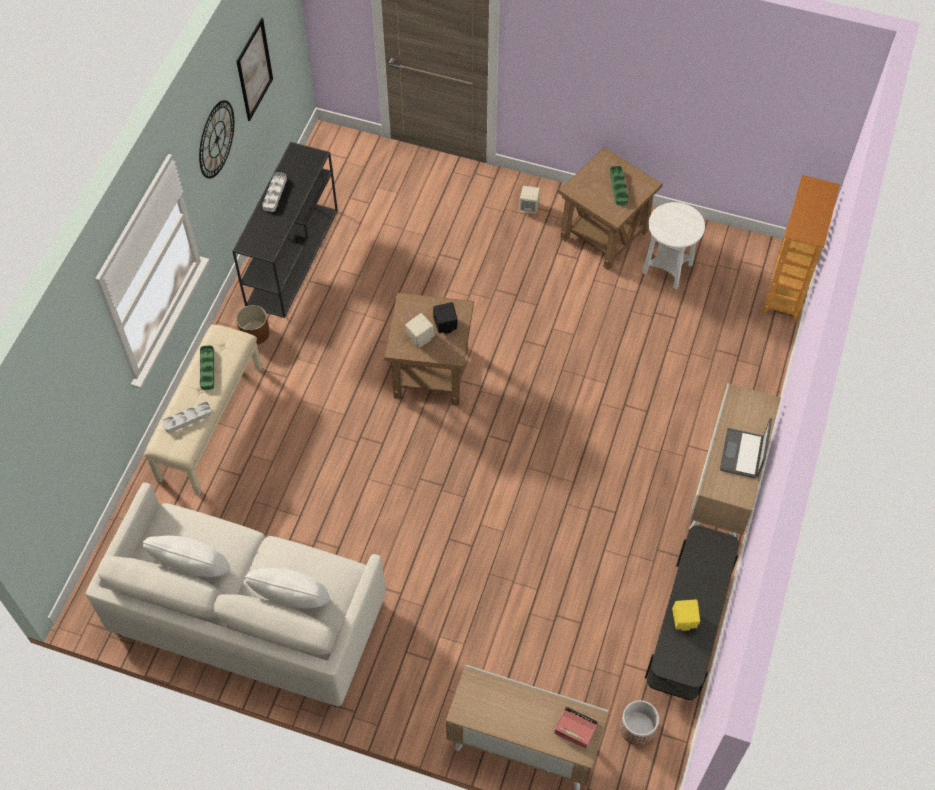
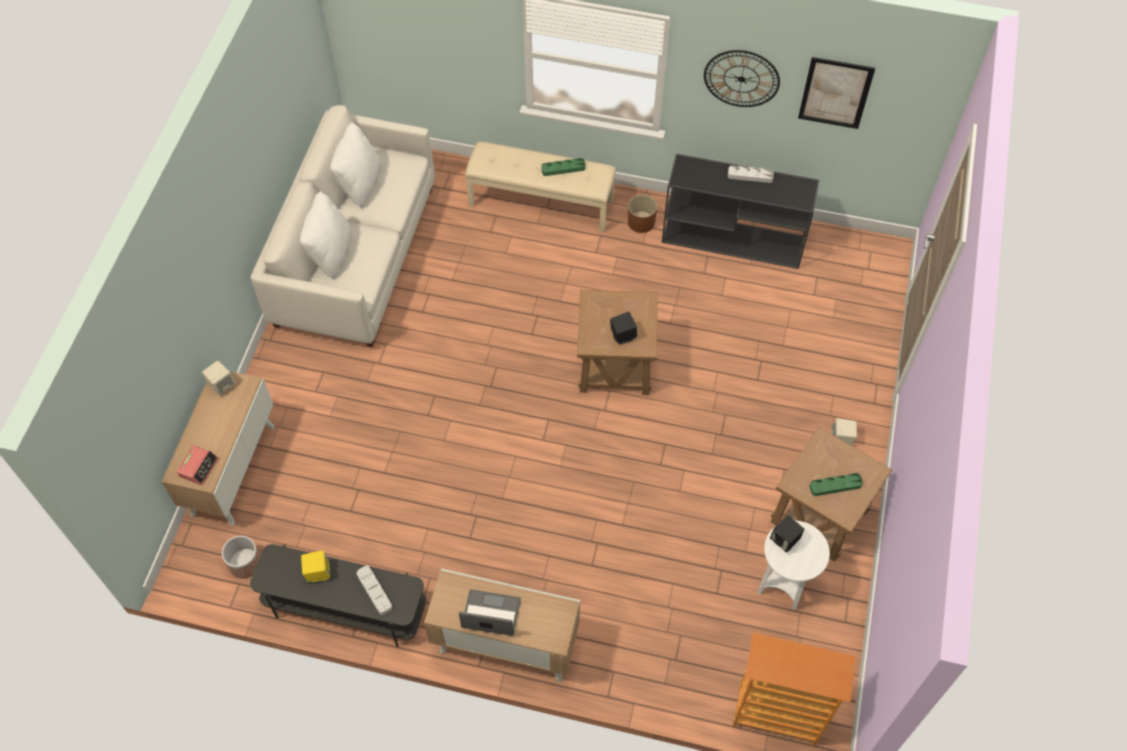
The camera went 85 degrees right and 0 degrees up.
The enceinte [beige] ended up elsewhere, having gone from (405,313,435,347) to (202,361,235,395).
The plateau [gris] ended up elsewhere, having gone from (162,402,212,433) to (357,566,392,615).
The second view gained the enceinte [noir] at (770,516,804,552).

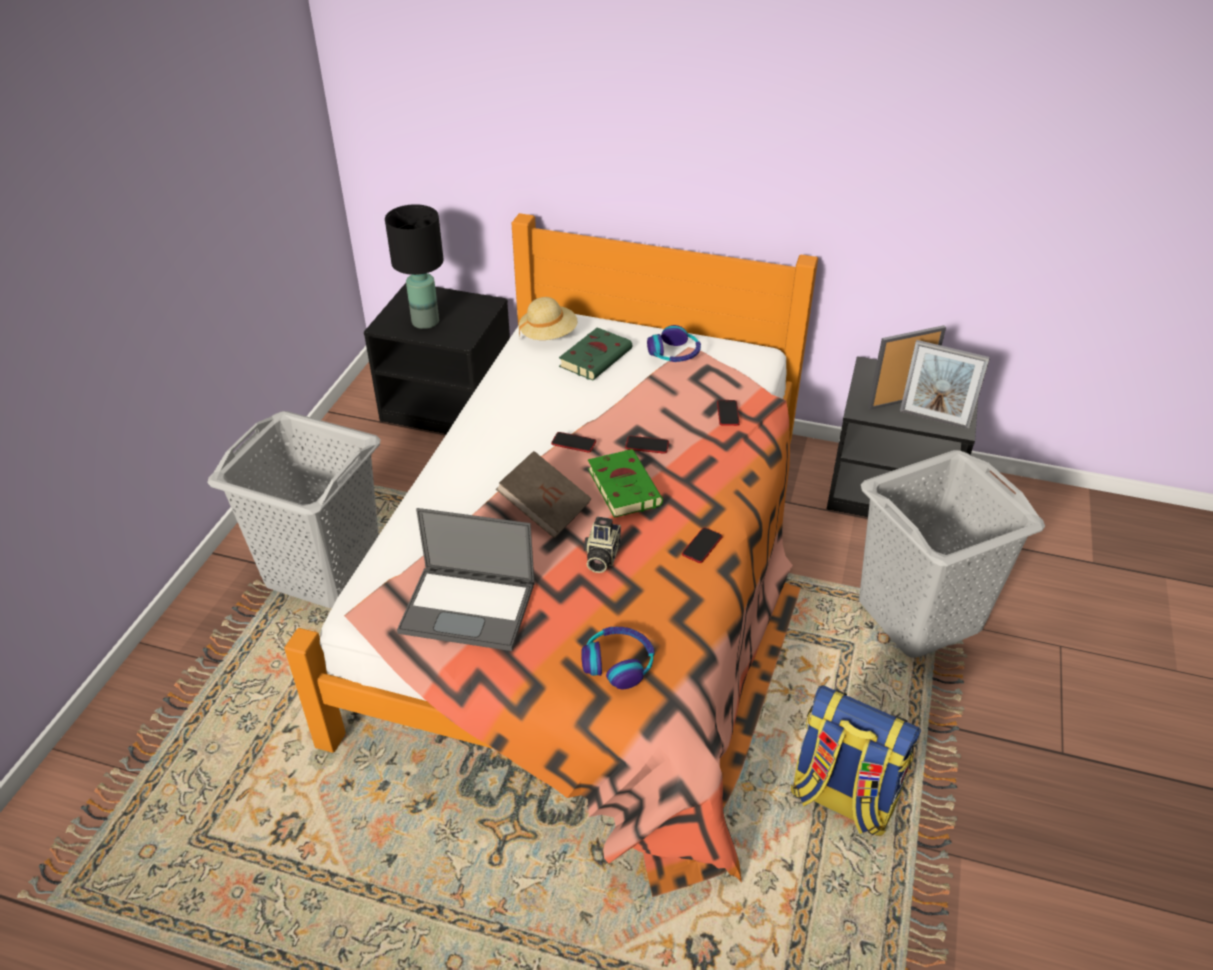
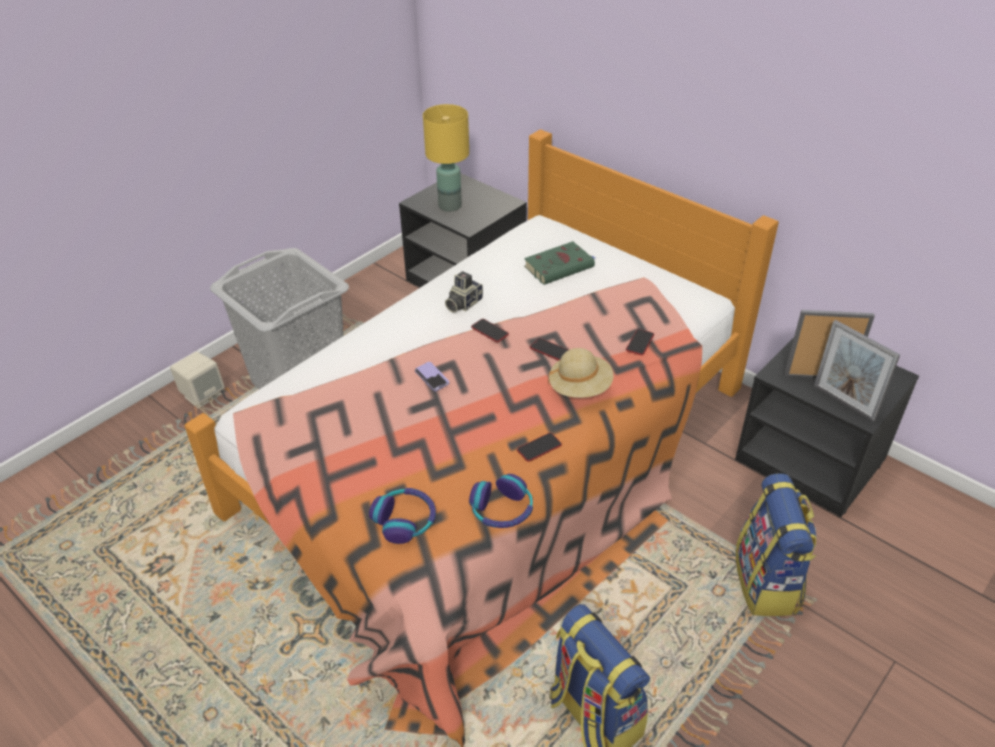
The camera went 25 degrees right and 0 degrees up.
The second view gained the enceinte [beige] at (170,352,225,409).
Where the livre [marron] stood at (496,451,591,538), the téléphone came to stand at (415,362,449,391).
What was the lampe de table [noir] at (385,204,443,329) turned into the lampe de table [jaune] at (423,104,469,212).
The appareil photo ended up elsewhere, having gone from (583,516,621,573) to (445,272,483,313).
The casque audio ended up elsewhere, having gone from (647,325,701,362) to (469,474,533,528).
The chapeau [beige] ended up elsewhere, having gone from (519,297,578,340) to (548,348,614,398).
Where the panier à linge [gris] stood at (859,450,1045,658), the sac à dos came to stand at (736,473,816,616).
The second view lost the ordinateur portable at (397,508,534,651).
The second view lost the livre [vert] at (588,449,663,518).

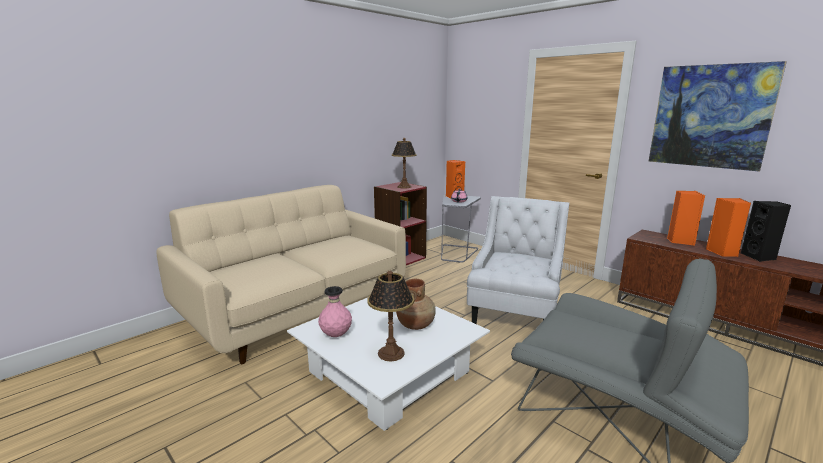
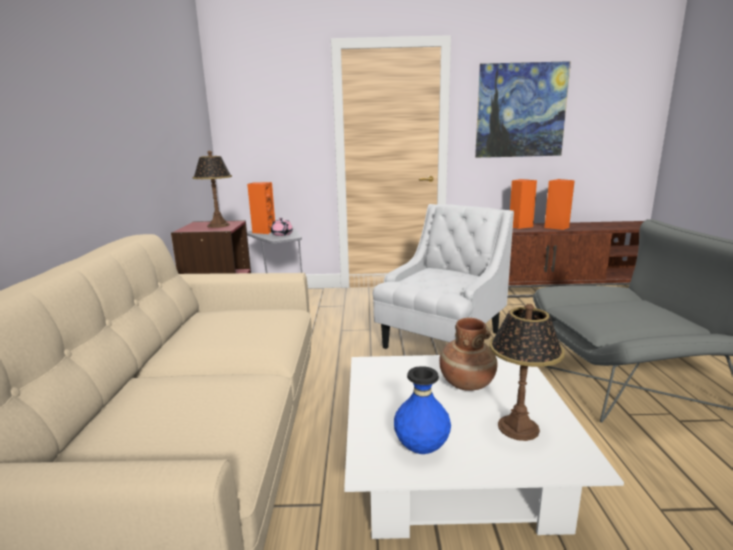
The camera went 45 degrees left and 0 degrees up.
The fauteuil [blanc] at (467,196,569,324) ended up facing another way, 60 degrees clockwise from before.
What was the vase [rose] at (318,286,352,337) turned into the vase [bleu] at (394,366,451,454).
The second view lost the enceinte [noir] at (740,201,791,262).

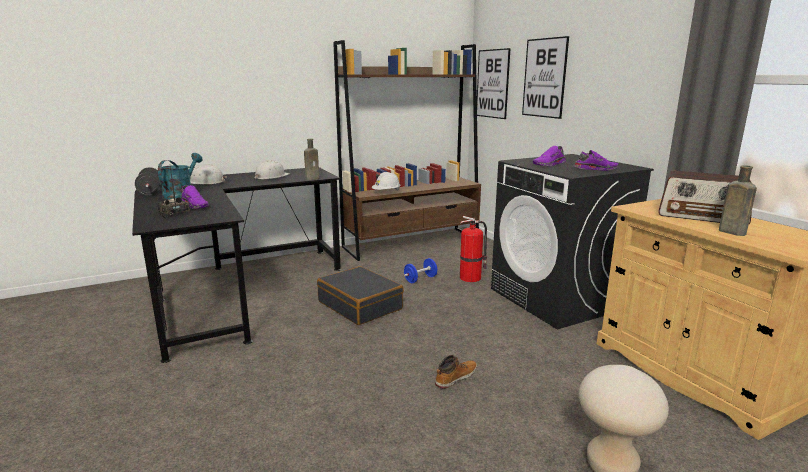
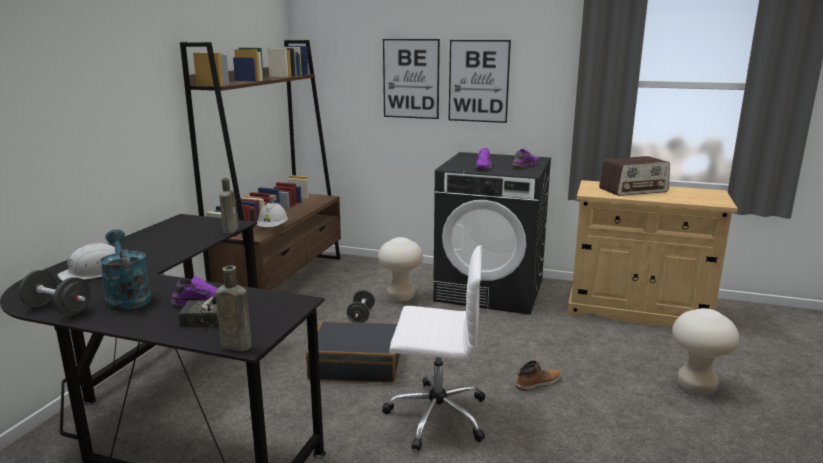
The camera went 45 degrees left and 0 degrees up.
The bouteille [marron] ended up elsewhere, having gone from (719,165,757,236) to (216,266,252,351).
What was the haltère [bleu] at (404,258,437,283) turned into the haltère [noir] at (347,290,375,323).
Where the extincteur stood at (460,216,487,282), the tabouret [beige] came to stand at (378,237,423,302).
The second view gained the chaise de bureau [blanc] at (382,245,485,451).
The tableau ended up elsewhere, having gone from (477,48,511,119) to (449,40,511,123).
The botte at (435,355,477,389) ended up facing another way, 60 degrees clockwise from before.
The second view lost the casque de chantier [blanc] at (254,160,290,180).

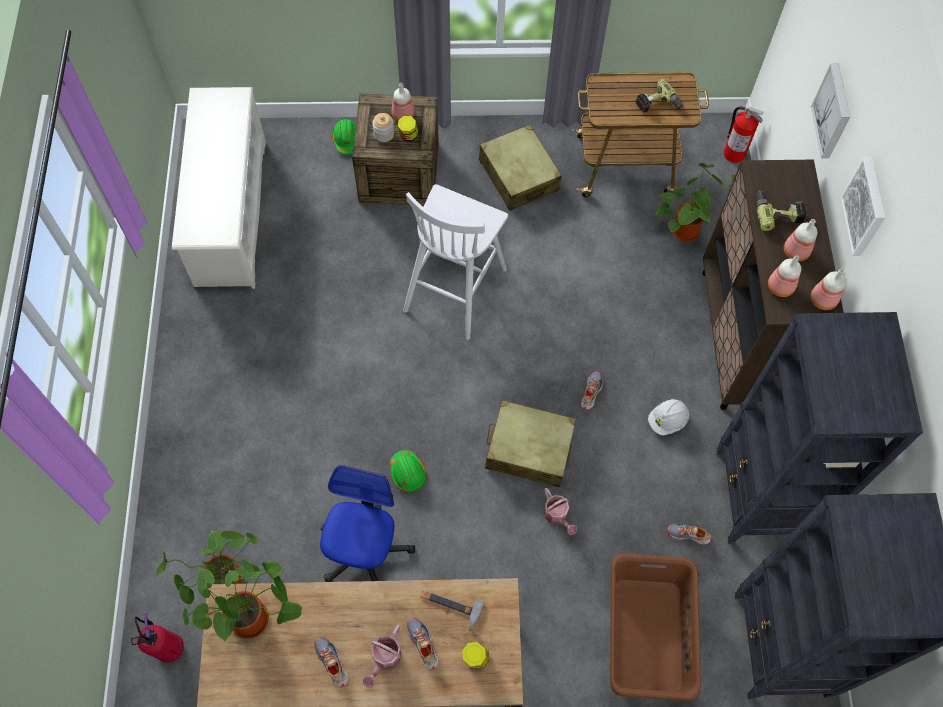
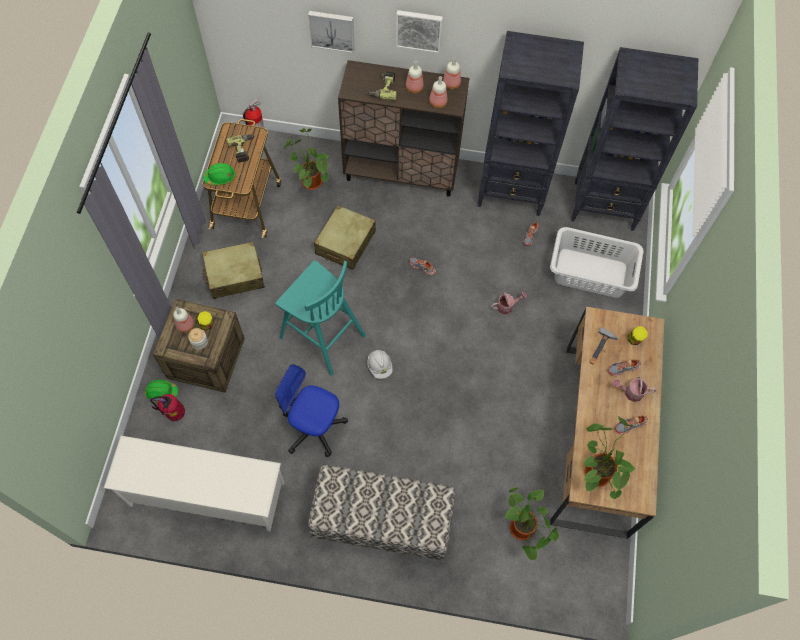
The camera went 80 degrees left and 0 degrees up.
The extincteur ended up elsewhere, having gone from (131,612,184,663) to (149,394,185,421).
The casque de chantier [vert] ended up elsewhere, having gone from (390,450,426,492) to (203,163,236,185).
What was the tabouret [blanc] at (403,184,508,340) turned into the tabouret [turquoise] at (275,260,366,376).
The chaise de bureau ended up elsewhere, having gone from (320,465,415,582) to (275,364,348,457).
The second view gained the banc at (308,465,455,561).
The valise [beige] ended up elsewhere, having gone from (485,400,576,487) to (314,205,376,270).
The casque de chantier [blanc] ended up elsewhere, having gone from (648,399,689,435) to (367,350,393,379).
What was the panier à linge [marron] at (610,554,701,701) turned into the panier à linge [blanc] at (550,227,643,298).
The arrosoir at (363,625,402,688) ended up facing another way, 150 degrees clockwise from before.

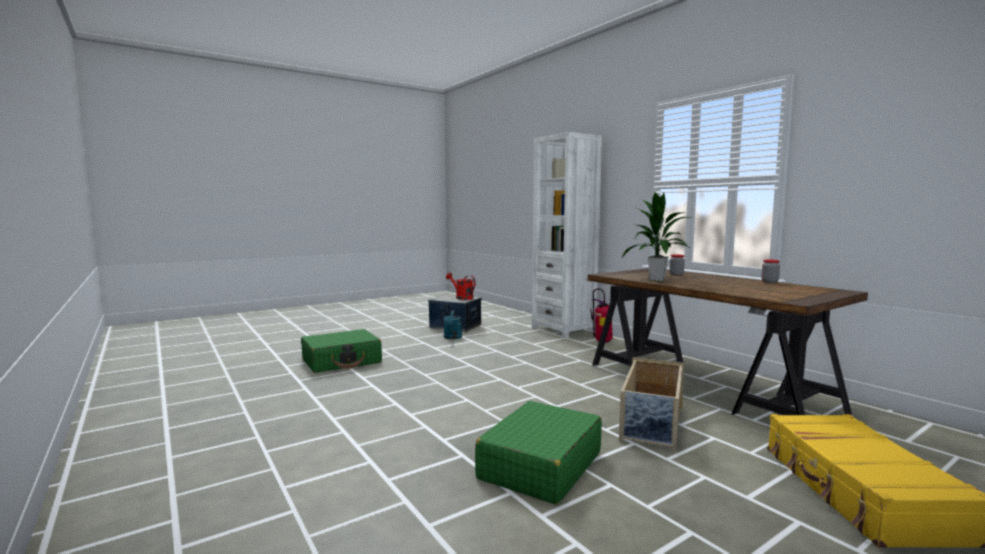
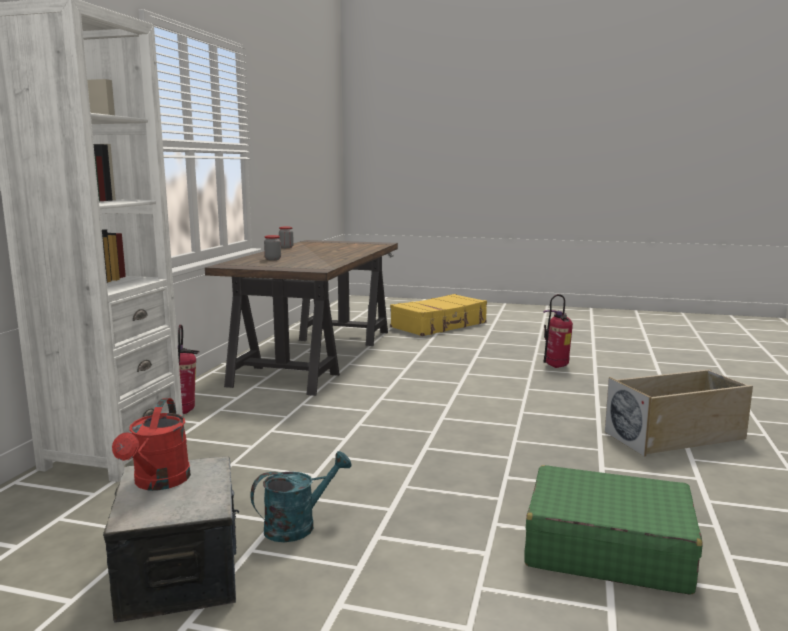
The camera went 130 degrees left and 5 degrees up.
Where the valise [vert] stood at (475,401,602,504), the extincteur came to stand at (543,294,573,368).
The boîte de rangement [beige] ended up elsewhere, having gone from (619,357,684,451) to (605,369,753,457).
The second view lost the plante en pot at (621,192,694,281).

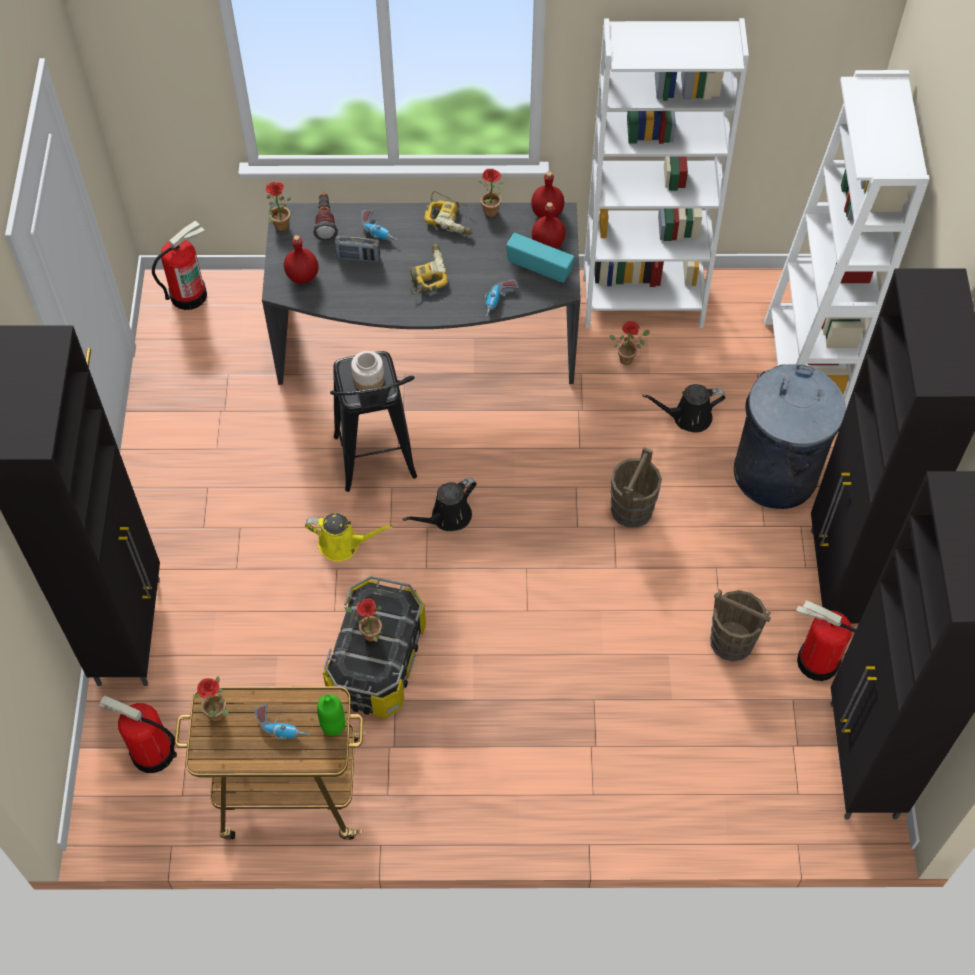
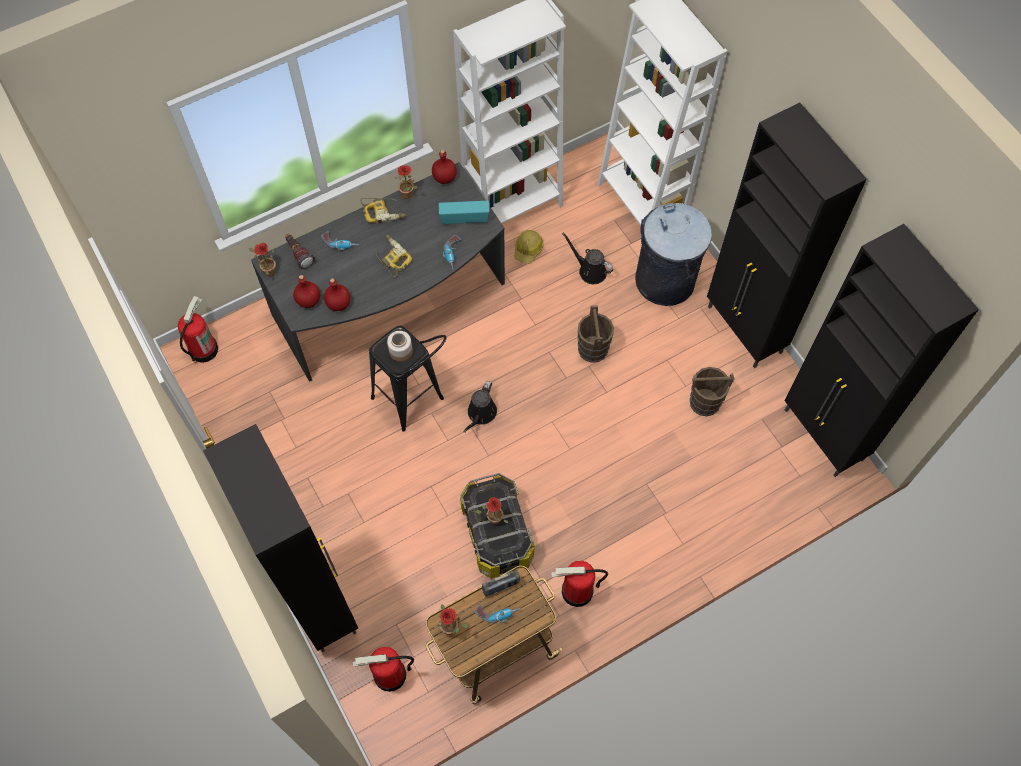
The camera went 30 degrees left and 5 degrees up.
The bouteille [rouge] ended up elsewhere, having gone from (532,202,565,249) to (324,278,350,311).
The radio ended up elsewhere, having gone from (335,236,380,262) to (482,570,520,597).
Where the plante en pot stood at (610,321,650,365), the casque de chantier came to stand at (514,230,544,264).
The extincteur ended up elsewhere, having gone from (796,600,856,681) to (551,561,608,607).
The arrosoir [noir] at (643,384,726,433) ended up facing another way, 75 degrees clockwise from before.
The second view lost the arrosoir [jaune] at (305,513,393,562).
The second view lost the bouteille [vert] at (317,695,345,736).

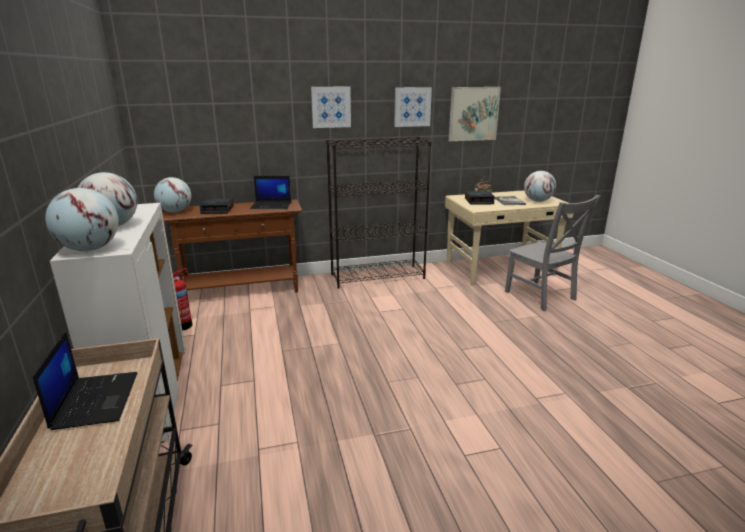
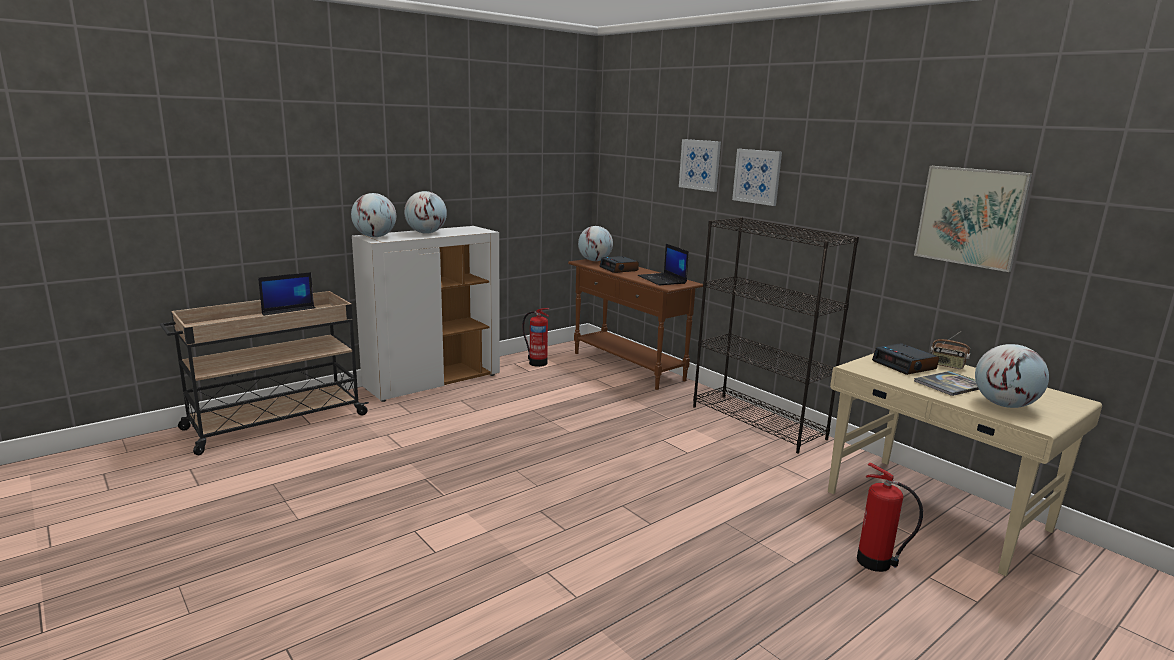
The camera went 65 degrees right and 5 degrees down.
The tableau ended up elsewhere, having gone from (394,87,432,127) to (679,139,721,192).
Where the chaise [gris] stood at (505,195,601,311), the extincteur came to stand at (857,463,923,572).

